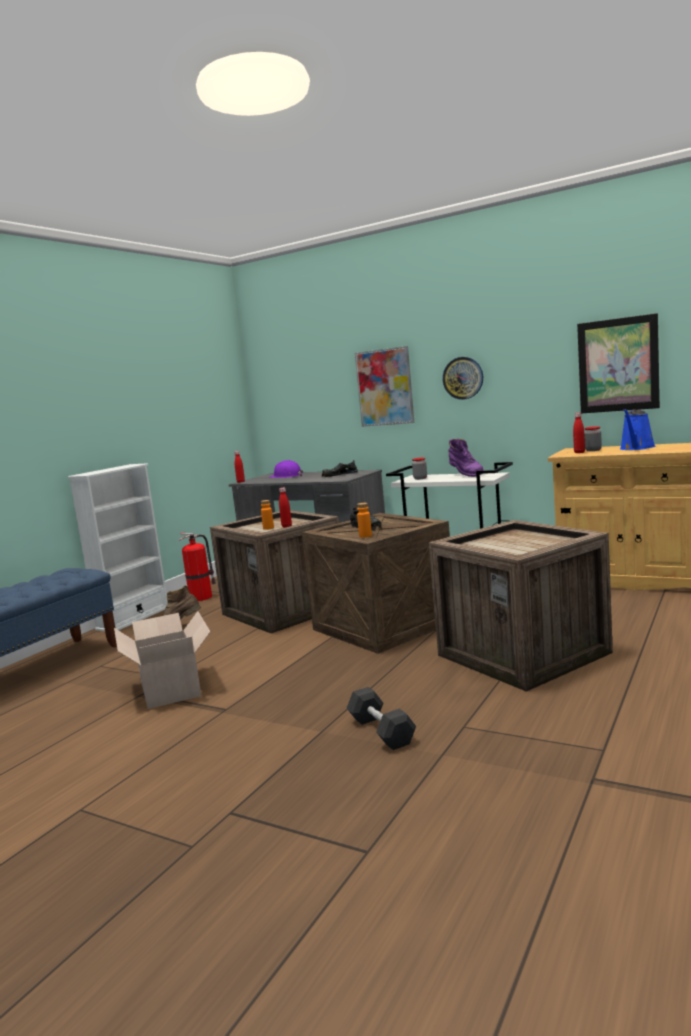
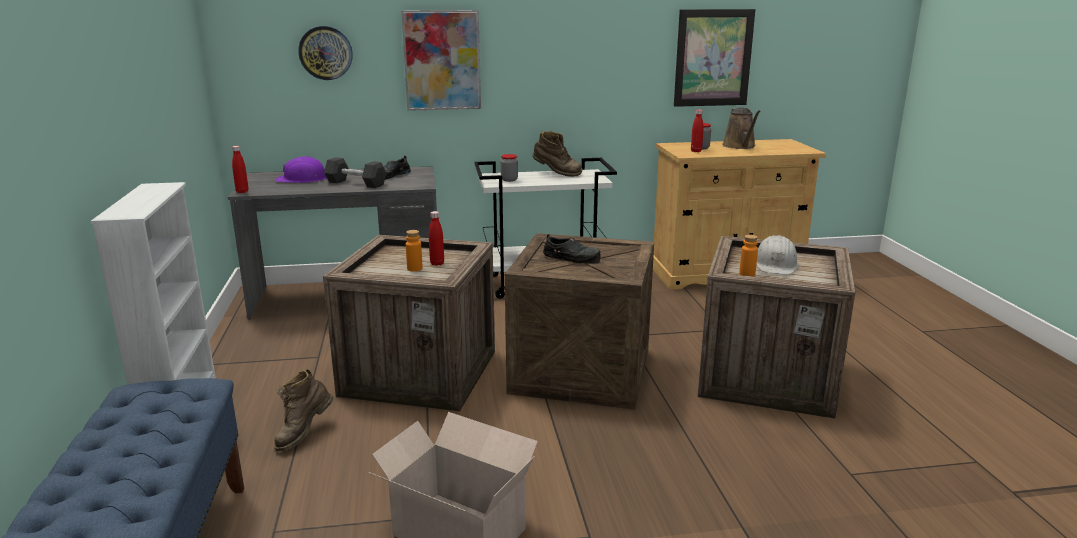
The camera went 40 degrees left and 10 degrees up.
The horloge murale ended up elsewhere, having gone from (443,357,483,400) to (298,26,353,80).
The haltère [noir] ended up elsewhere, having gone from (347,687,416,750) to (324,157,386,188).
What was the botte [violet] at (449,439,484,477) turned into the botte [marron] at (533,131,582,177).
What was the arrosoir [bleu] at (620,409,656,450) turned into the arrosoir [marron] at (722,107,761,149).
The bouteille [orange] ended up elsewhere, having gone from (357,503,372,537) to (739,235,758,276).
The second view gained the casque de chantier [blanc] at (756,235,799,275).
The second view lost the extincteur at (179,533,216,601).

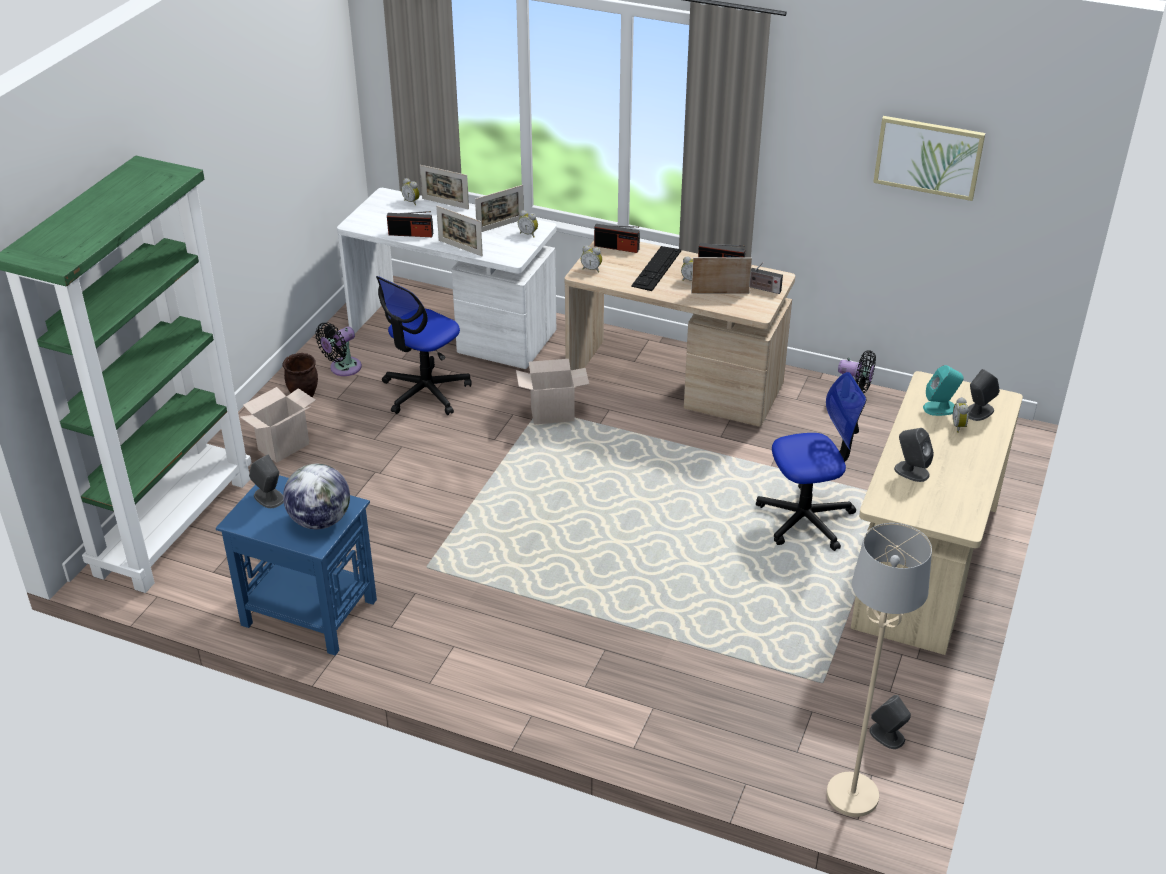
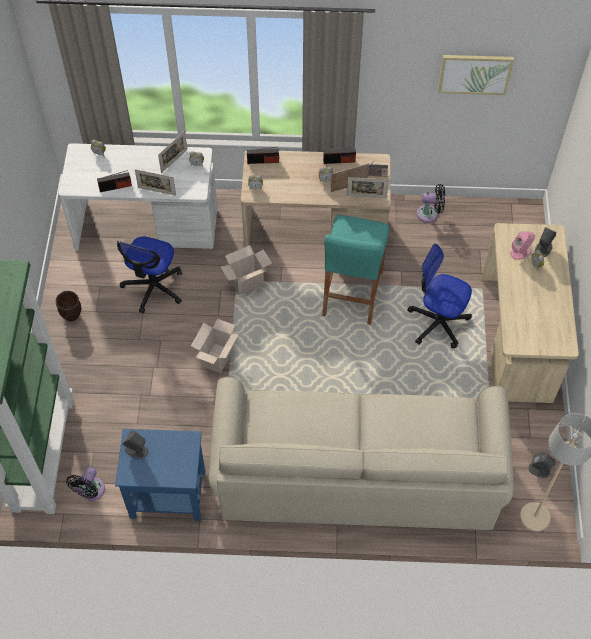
The camera went 20 degrees left and 20 degrees up.
The ventilateur [noir] ended up elsewhere, having gone from (315,322,362,376) to (66,467,105,501).
The carton ended up elsewhere, having gone from (240,387,316,463) to (191,319,239,373).
The second view gained the canapé [beige] at (209,377,514,530).
The second view gained the tabouret [turquoise] at (322,215,389,325).
The cadre photo ended up elsewhere, having gone from (420,165,469,209) to (347,177,389,198).
The chaise de bureau at (756,372,866,551) ended up facing another way, 120 degrees counterclockwise from before.
What was the enceinte [turquoise] at (923,365,964,416) turned into the enceinte [rose] at (510,231,535,260).
The second view lost the globe at (283,464,350,529).
The second view lost the clavier at (631,246,681,291).
The second view lost the enceinte [gris] at (894,428,934,482).

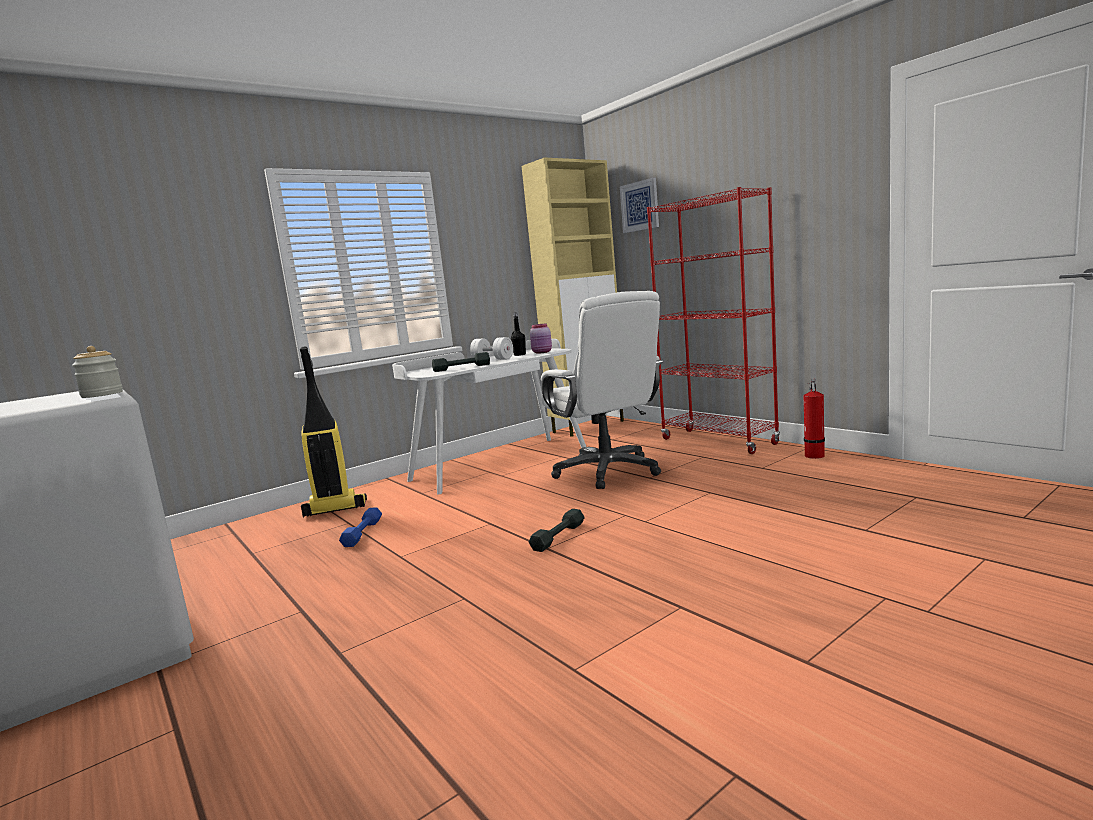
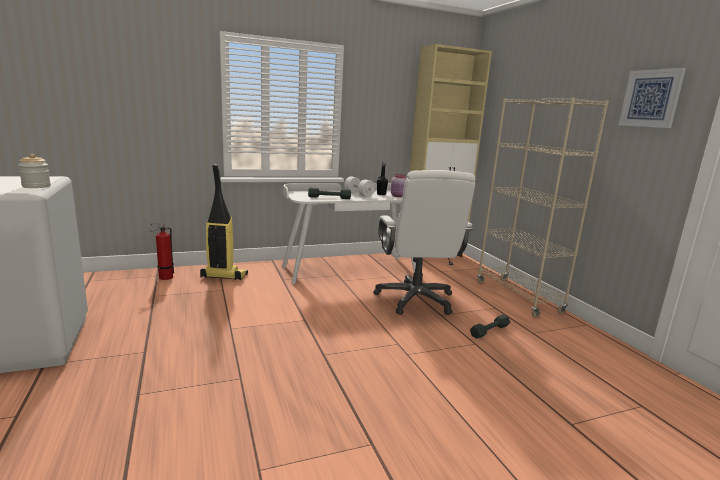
The camera went 15 degrees right and 5 degrees up.
The extincteur ended up elsewhere, having gone from (804,379,825,459) to (149,223,174,280).
The haltère [gris] ended up elsewhere, having gone from (529,509,585,552) to (470,314,510,339).
What was the bibliothèque [rouge] at (647,187,780,454) turned into the bibliothèque [beige] at (477,98,609,317).
The tableau ended up elsewhere, having gone from (620,178,659,233) to (619,68,686,128).
The second view lost the haltère [bleu] at (339,507,382,547).

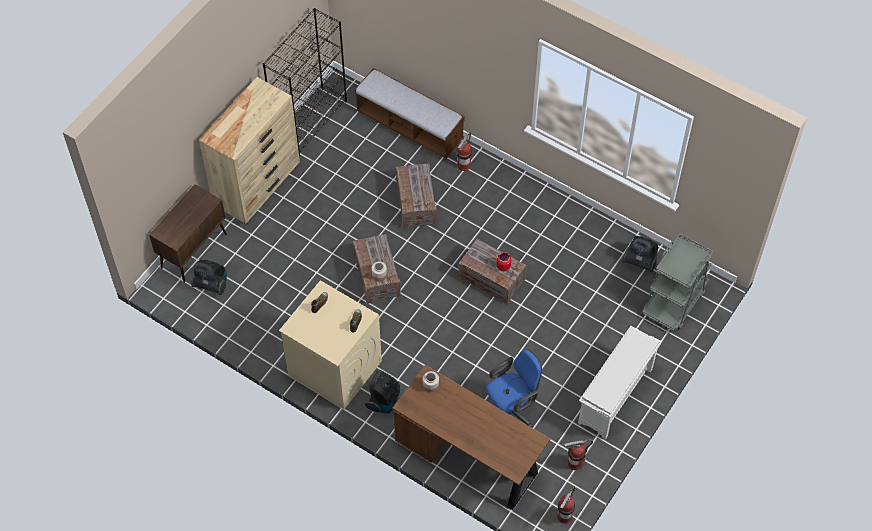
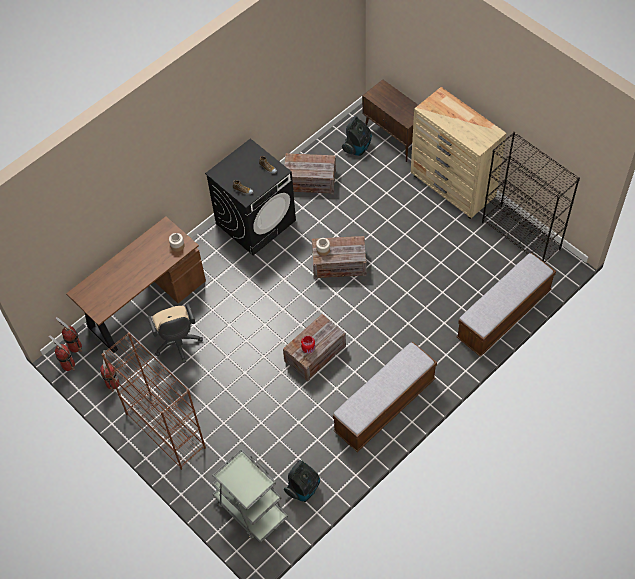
The camera went 105 degrees right and 0 degrees up.
The extincteur ended up elsewhere, having gone from (457,132,472,171) to (55,317,82,353).
Where the étagère à chaussures [blanc] stood at (578,326,662,440), the bibliothèque [marron] came to stand at (102,332,206,470).
What was the chaise de bureau [bleu] at (486,349,542,427) turned into the chaise de bureau [beige] at (148,303,203,363).
What was the lave-linge [beige] at (279,280,382,409) turned into the lave-linge [noir] at (205,138,296,255).
The caisse ended up elsewhere, having gone from (396,164,437,229) to (284,153,336,194).
The second view gained the banc at (333,342,437,452).
The second view lost the aspirateur at (365,370,401,413).

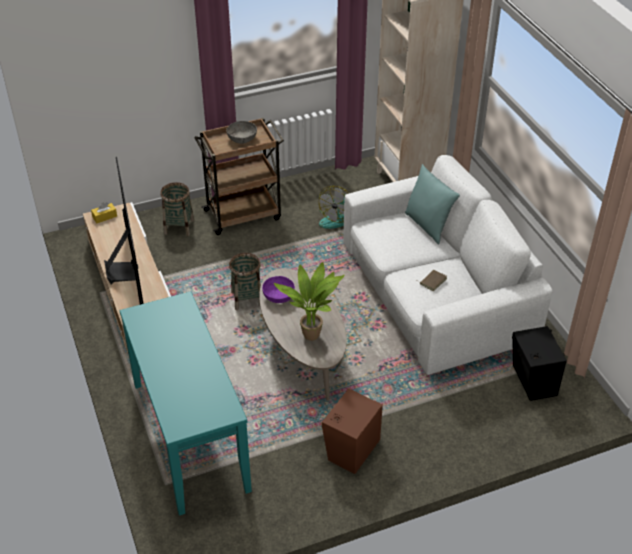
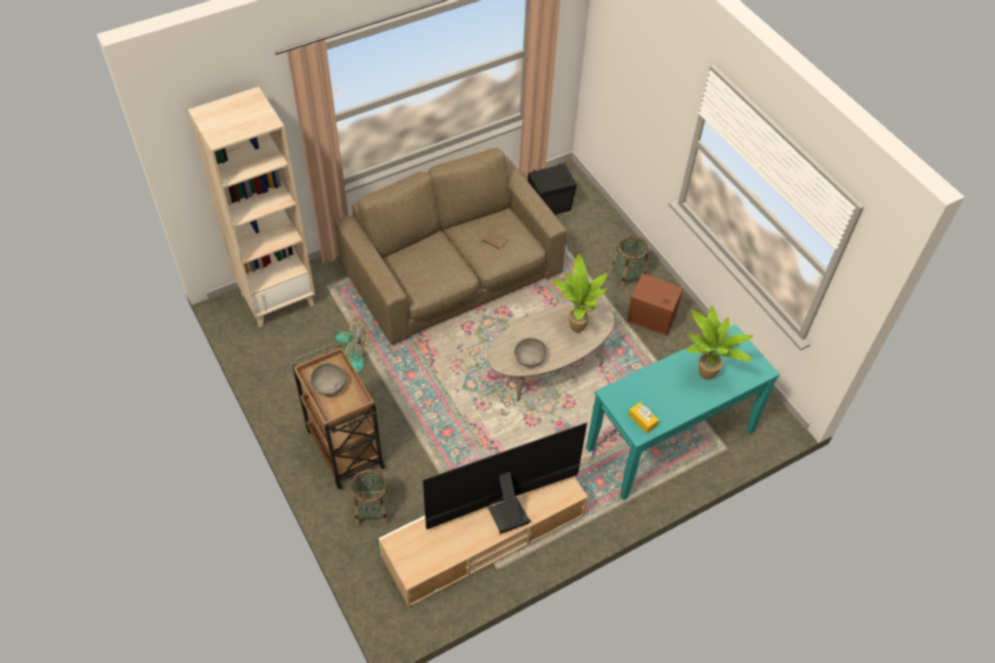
The camera went 100 degrees left and 10 degrees up.
What was the canapé [blanc] at (343,155,552,375) turned into the canapé [marron] at (335,148,567,345).
What was the bol [violet] at (262,276,295,303) turned into the bol [gris] at (514,338,547,367).
The panier ended up elsewhere, having gone from (229,253,261,310) to (611,235,648,290).
The boîte à mouchoirs [jaune] ended up elsewhere, having gone from (91,202,117,223) to (628,402,659,433).
The second view gained the plante en pot at (686,305,753,380).
The second view lost the coussin [turquoise] at (405,164,460,244).

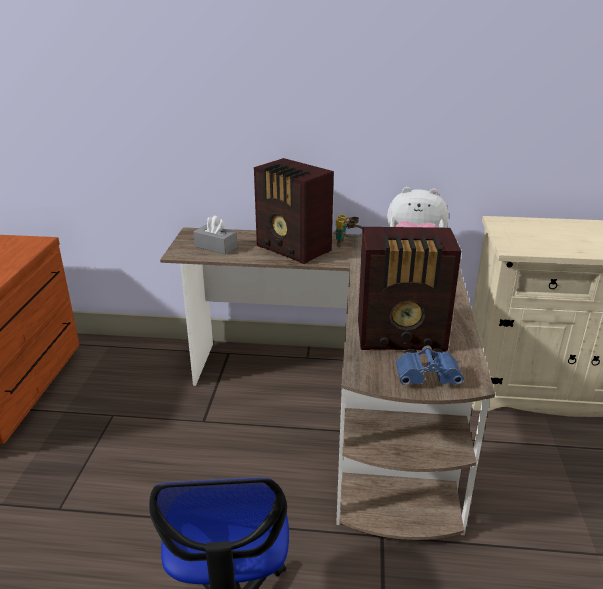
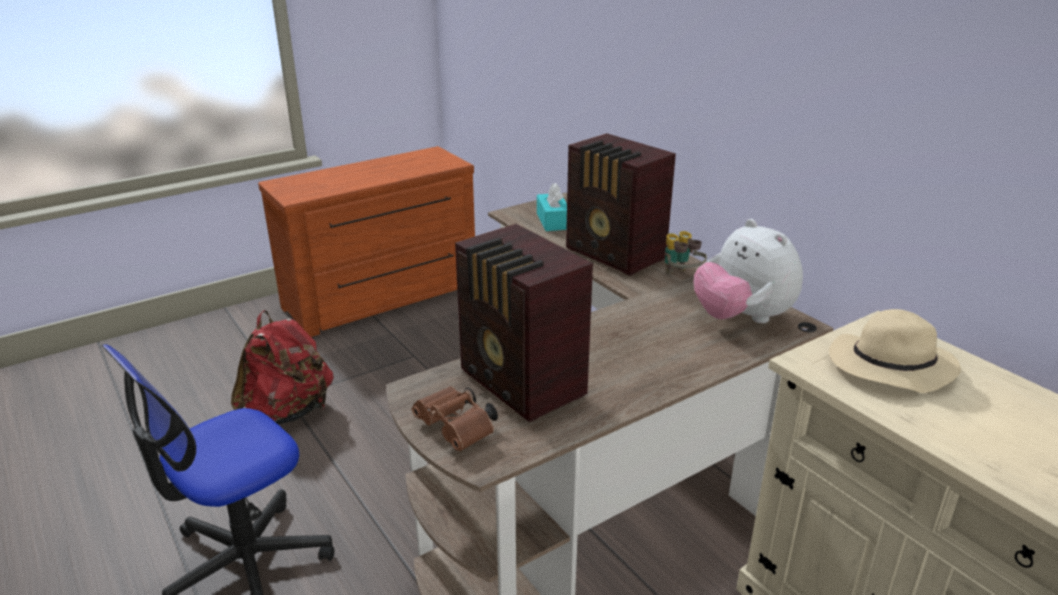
The camera went 50 degrees right and 0 degrees up.
The second view gained the sac à dos [rouge] at (231,310,334,425).
What was the jumelles [bleu] at (396,346,464,385) turned into the jumelles [marron] at (412,386,498,451).
What was the boîte à mouchoirs [gris] at (193,216,237,254) turned into the boîte à mouchoirs [turquoise] at (537,183,567,231).
The radio at (254,158,334,264) ended up facing another way, 45 degrees counterclockwise from before.
The second view gained the chapeau [beige] at (829,309,961,393).

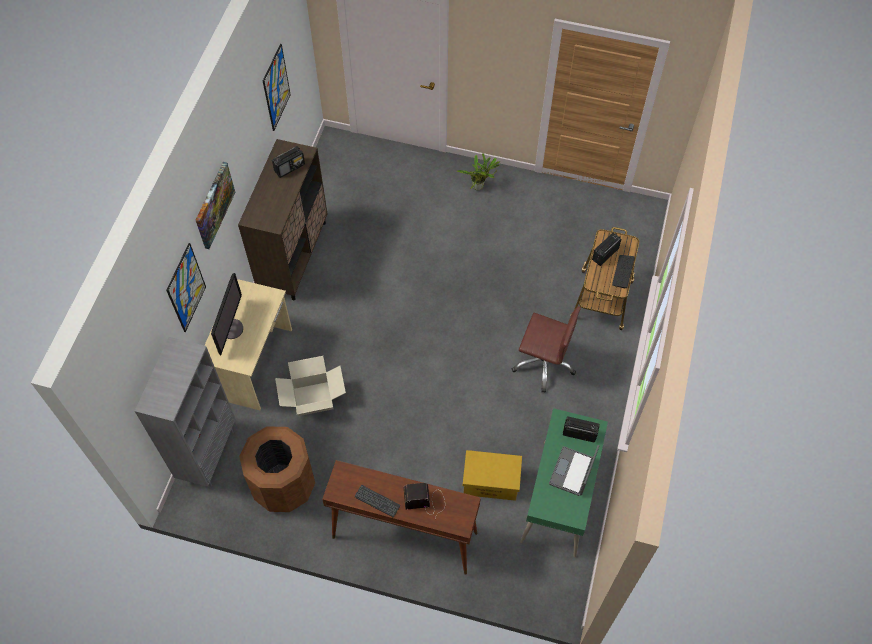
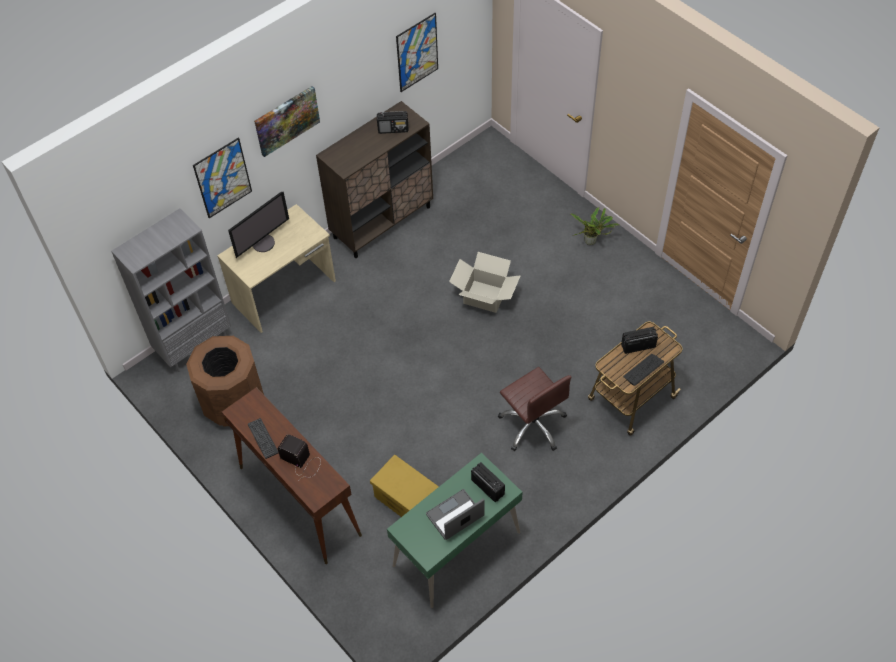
The camera went 35 degrees right and 5 degrees down.
The carton ended up elsewhere, having gone from (275,356,346,416) to (449,252,520,313).

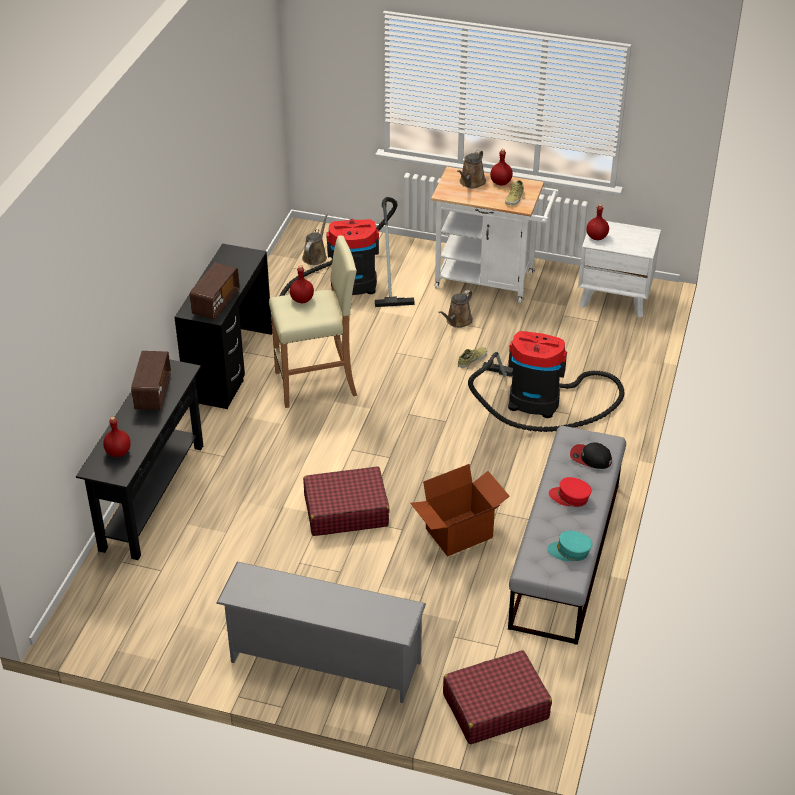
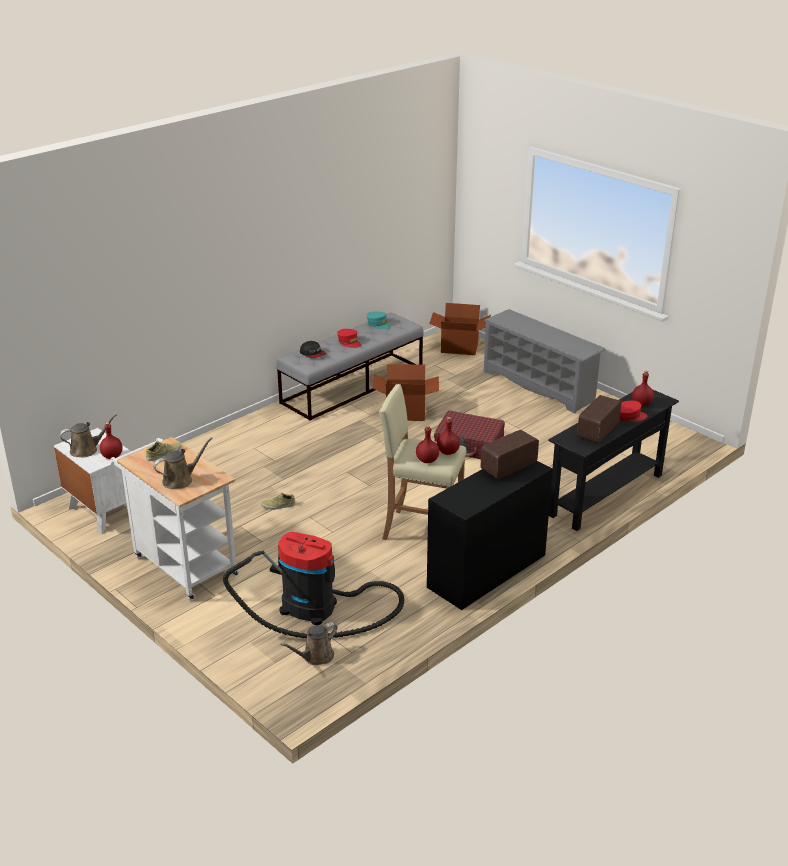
The camera went 150 degrees left and 10 degrees down.
The arrosoir [marron] ended up elsewhere, having gone from (438,290,473,328) to (60,414,117,457).
Where the valise [rouge] stood at (443,650,552,744), the carton came to stand at (429,303,491,355).
The bouteille [rouge] ended up elsewhere, having gone from (490,149,513,185) to (437,417,460,455).
The second view gained the casquette [rouge] at (619,401,647,422).
The second view lost the aspirateur at (468,331,625,432).

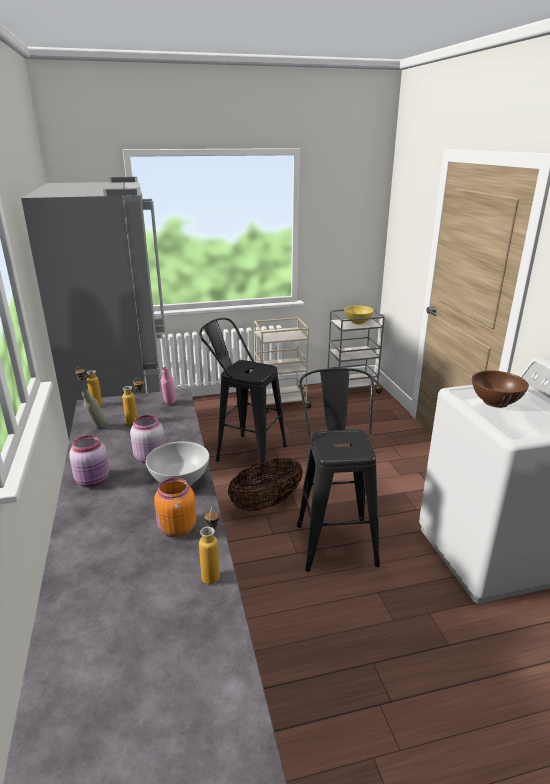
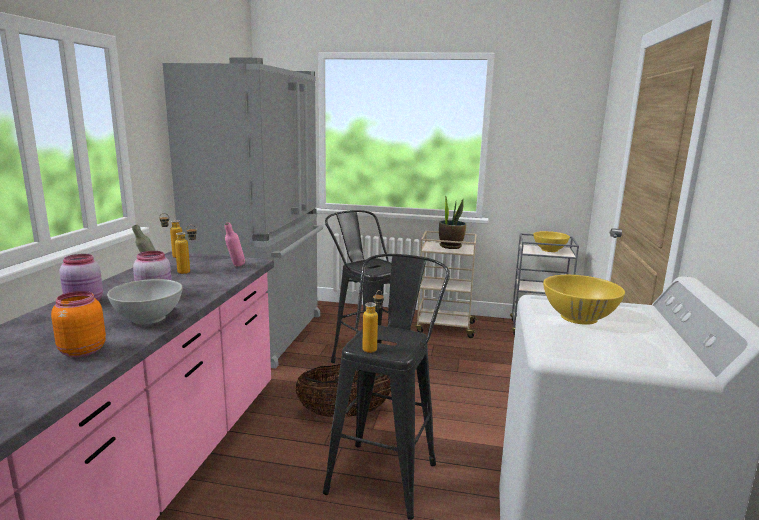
The camera went 25 degrees right and 10 degrees down.
The bouteille ended up elsewhere, having gone from (199,507,220,585) to (362,290,384,353).
The second view gained the plante en pot at (439,195,467,249).
What was the bol [marron] at (472,371,529,408) turned into the bol [jaune] at (543,275,625,325).

